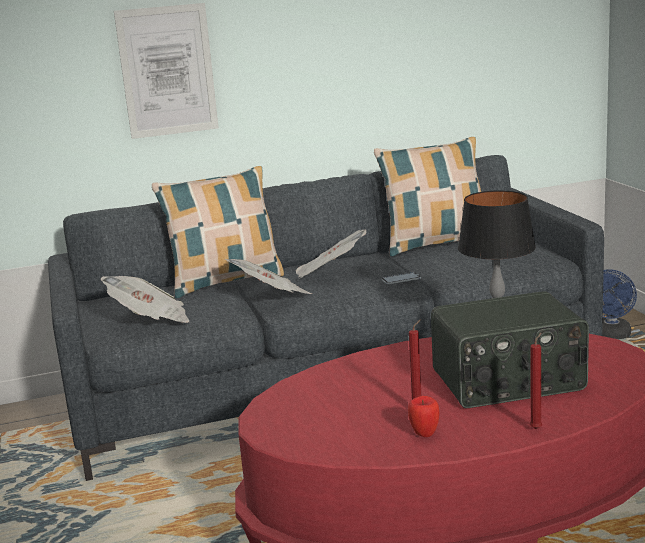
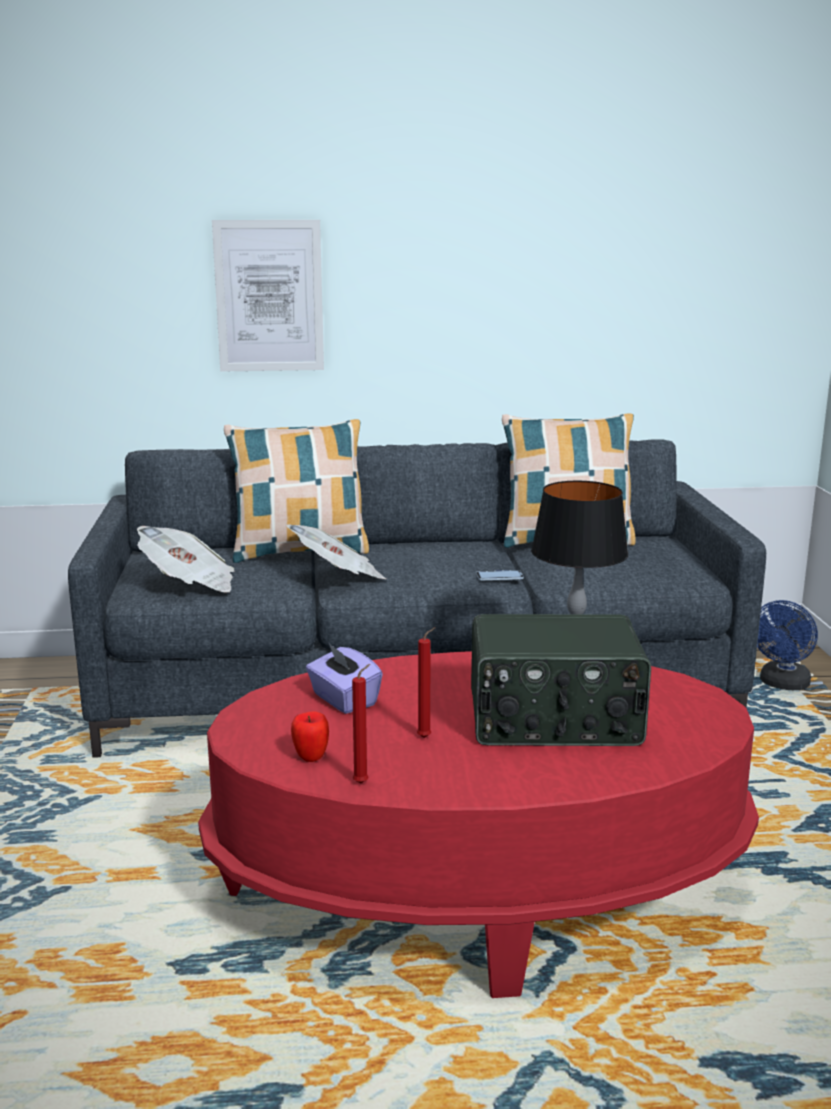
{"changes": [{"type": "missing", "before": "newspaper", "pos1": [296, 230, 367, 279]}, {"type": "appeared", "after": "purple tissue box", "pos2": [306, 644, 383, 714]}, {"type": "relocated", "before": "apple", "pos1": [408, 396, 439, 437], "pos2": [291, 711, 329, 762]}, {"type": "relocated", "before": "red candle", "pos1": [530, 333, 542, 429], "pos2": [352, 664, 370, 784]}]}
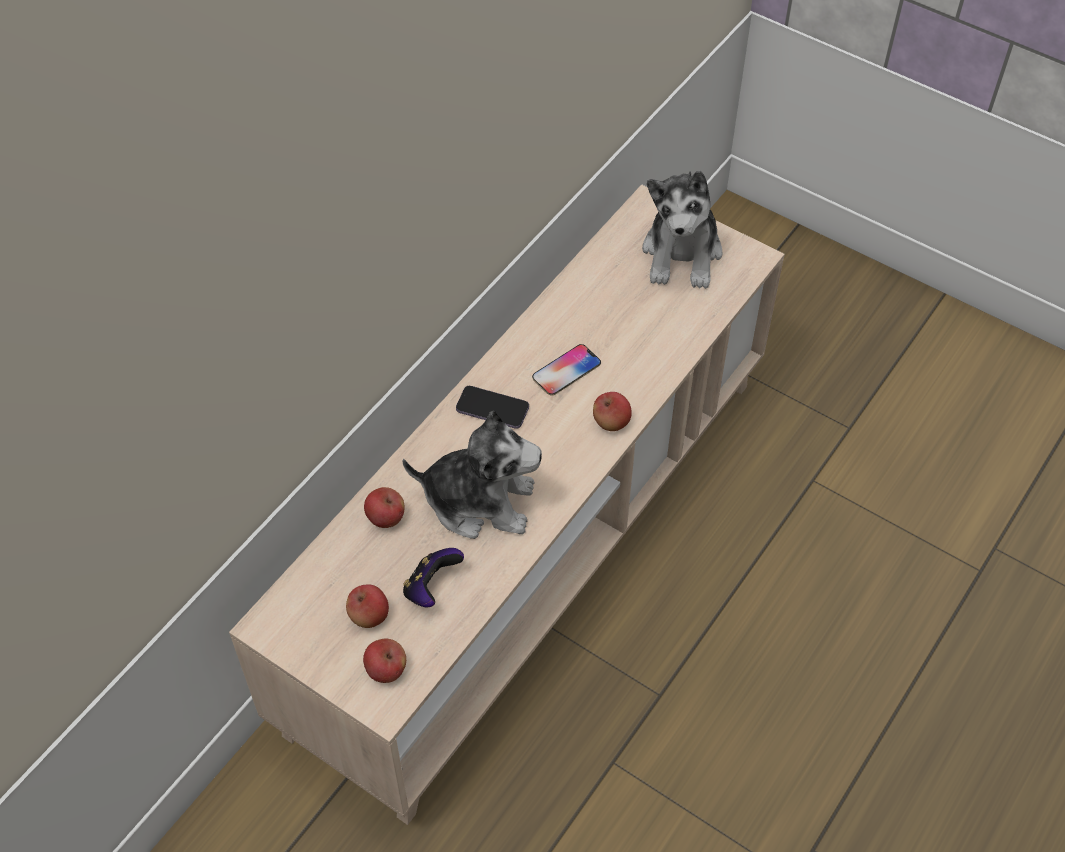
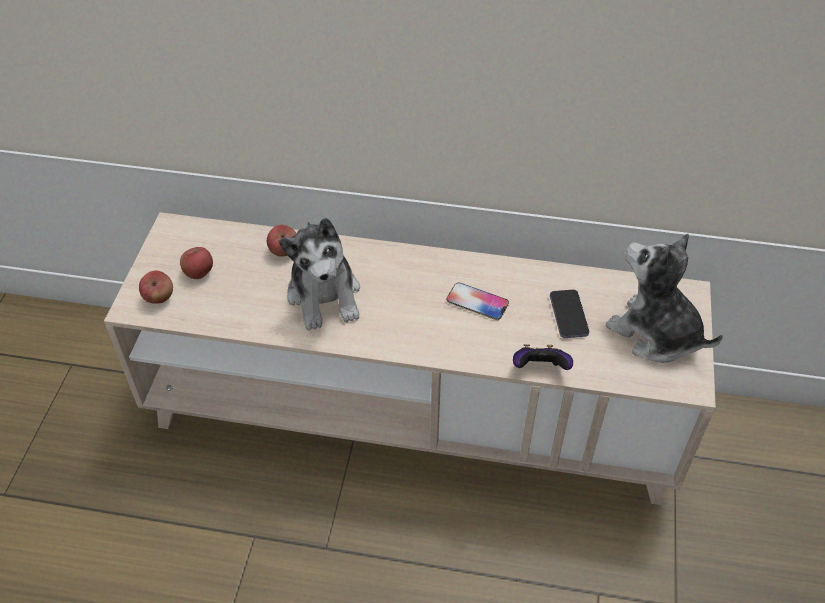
{"changes": [{"type": "missing", "before": "apple", "pos1": [593, 392, 632, 431]}, {"type": "relocated", "before": "game controller", "pos1": [403, 548, 464, 607], "pos2": [513, 344, 573, 370]}, {"type": "relocated", "before": "phone", "pos1": [456, 386, 529, 429], "pos2": [550, 290, 589, 338]}, {"type": "spun", "before": "plush toy", "pos1": [642, 171, 722, 289], "pos2": [606, 233, 723, 363], "turn": 60}]}
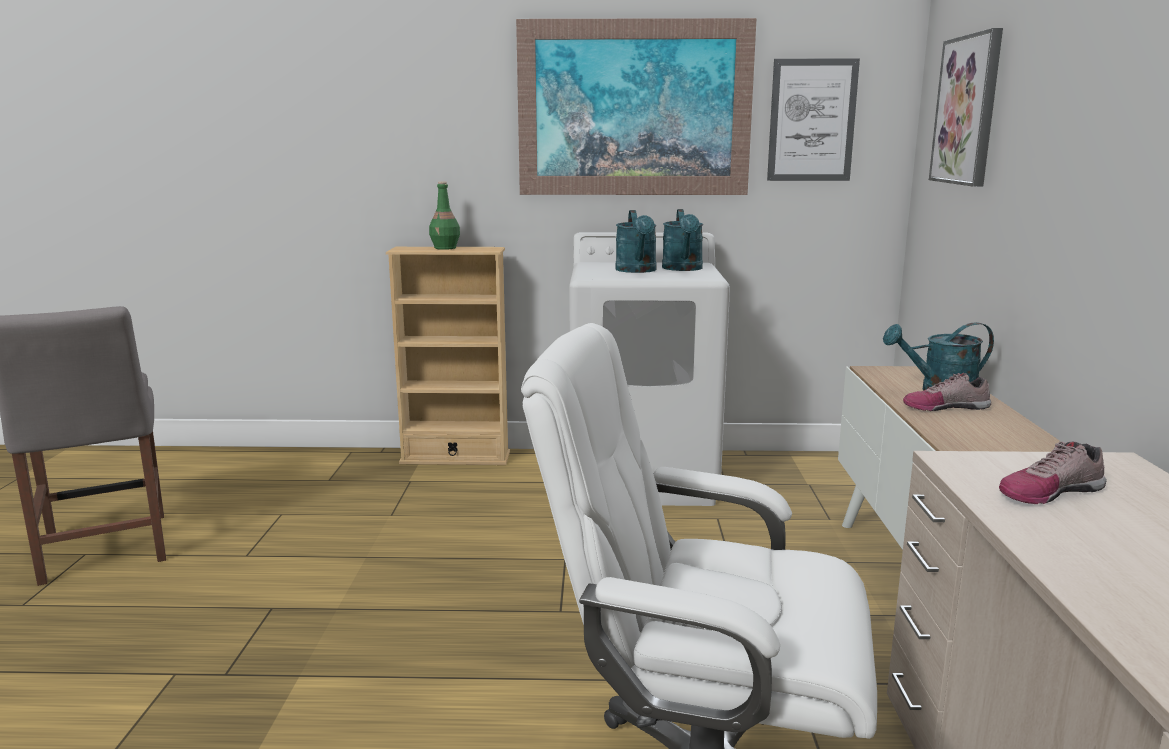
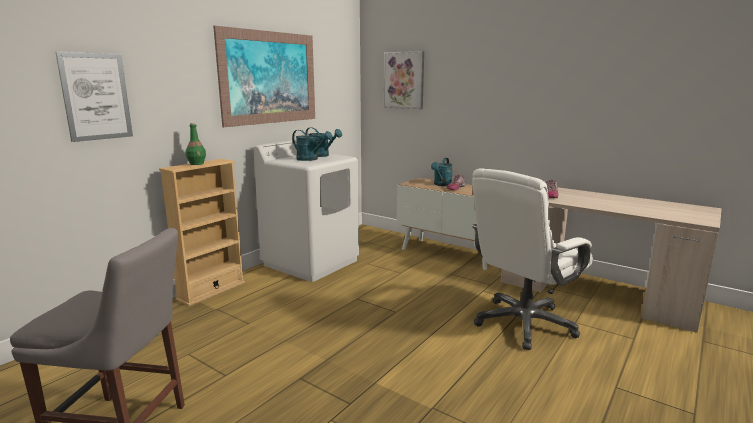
{"changes": [{"type": "relocated", "before": "picture", "pos1": [767, 59, 860, 181], "pos2": [55, 52, 133, 142]}]}
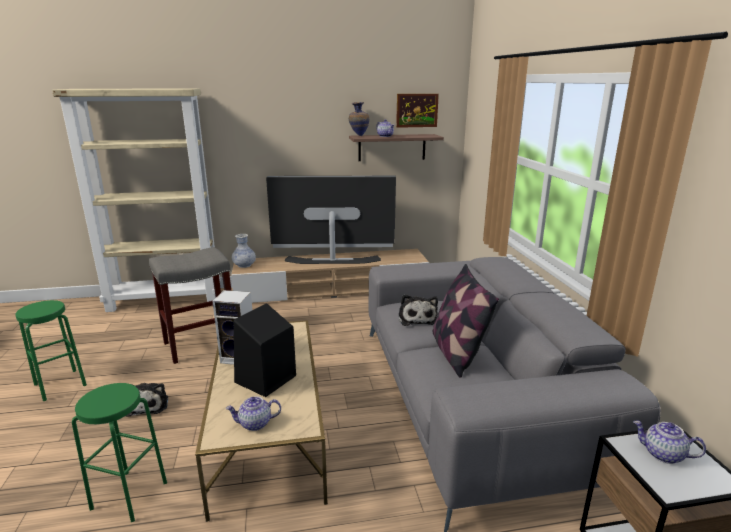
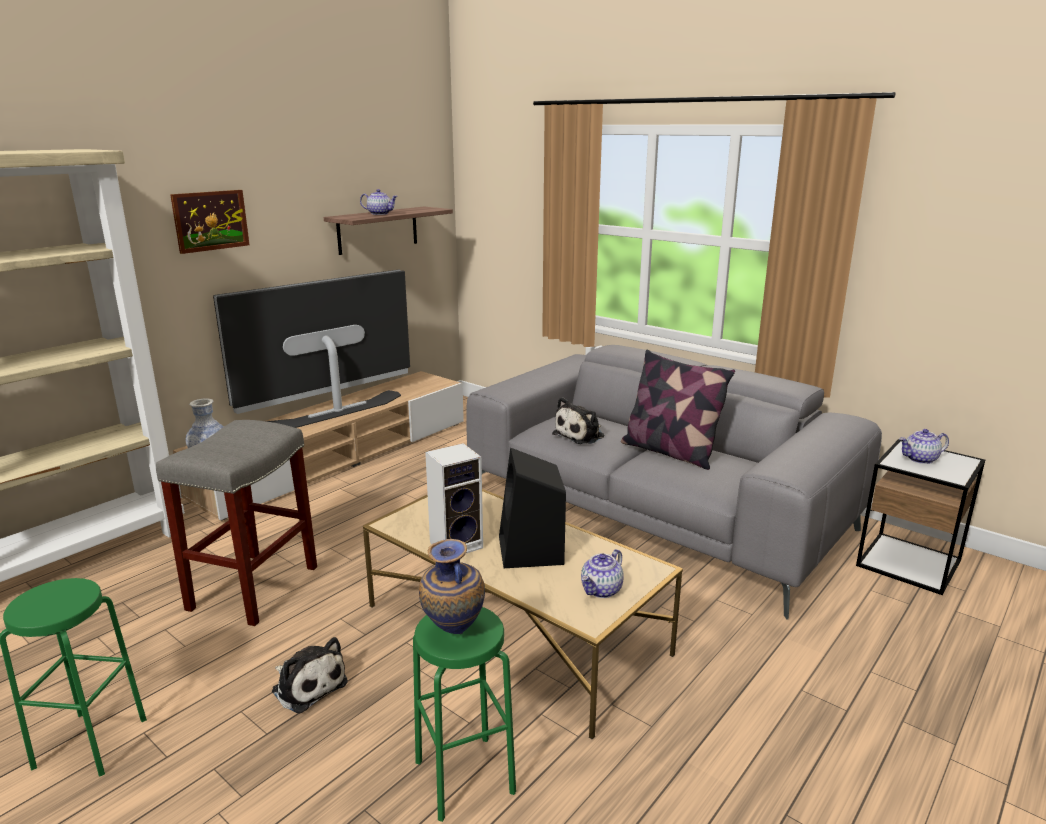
{"changes": [{"type": "relocated", "before": "vase", "pos1": [349, 102, 369, 136], "pos2": [419, 539, 485, 634]}, {"type": "relocated", "before": "picture", "pos1": [396, 94, 439, 128], "pos2": [170, 190, 250, 254]}, {"type": "spun", "before": "plush toy", "pos1": [399, 295, 438, 326], "pos2": [552, 397, 604, 444], "turn": 90}]}
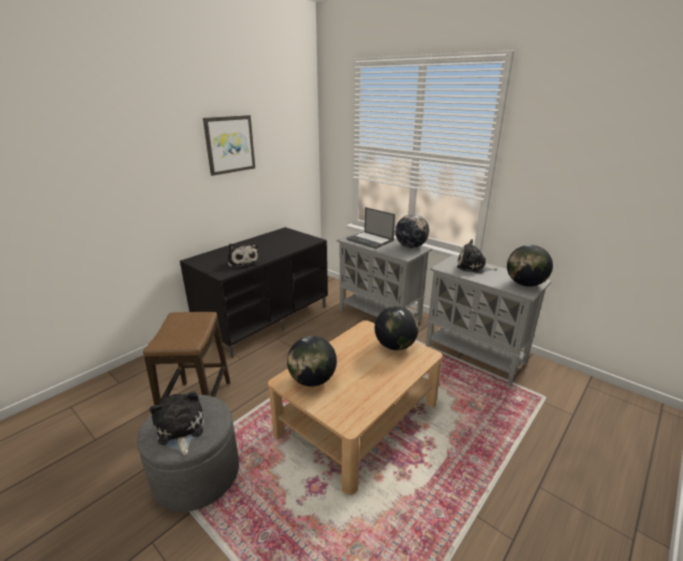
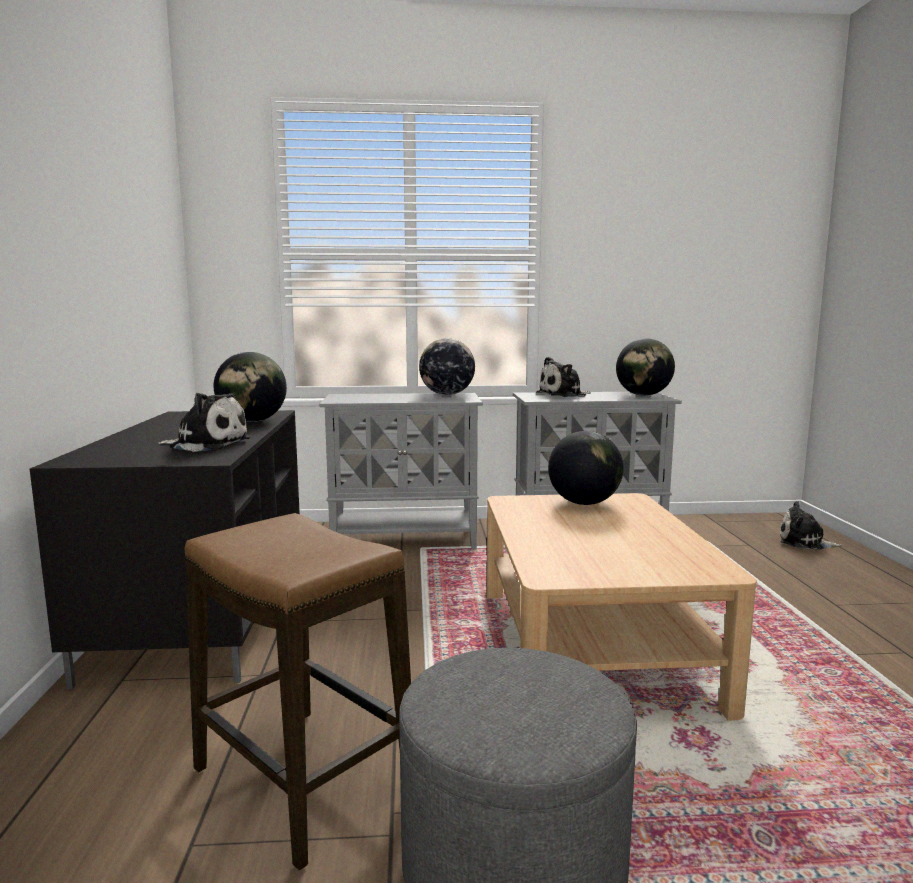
{"changes": [{"type": "missing", "before": "picture", "pos1": [203, 115, 255, 176]}, {"type": "missing", "before": "laptop", "pos1": [347, 207, 395, 249]}, {"type": "relocated", "before": "plush toy", "pos1": [149, 391, 204, 455], "pos2": [780, 501, 843, 550]}, {"type": "relocated", "before": "globe", "pos1": [287, 336, 337, 387], "pos2": [214, 352, 287, 422]}]}
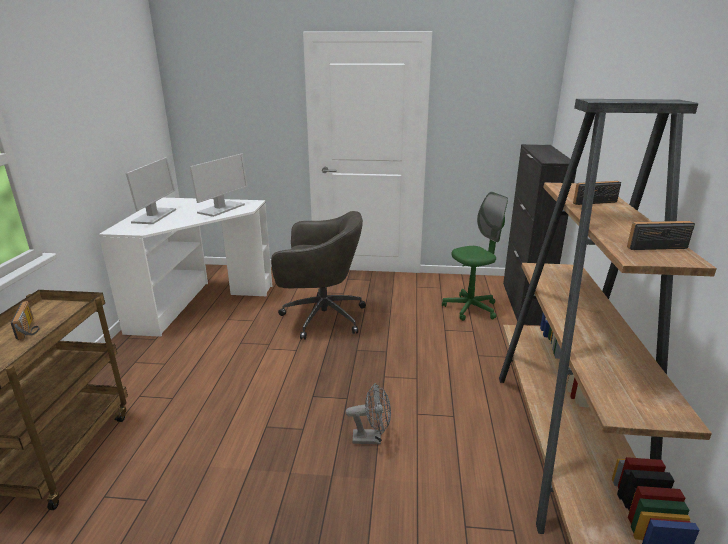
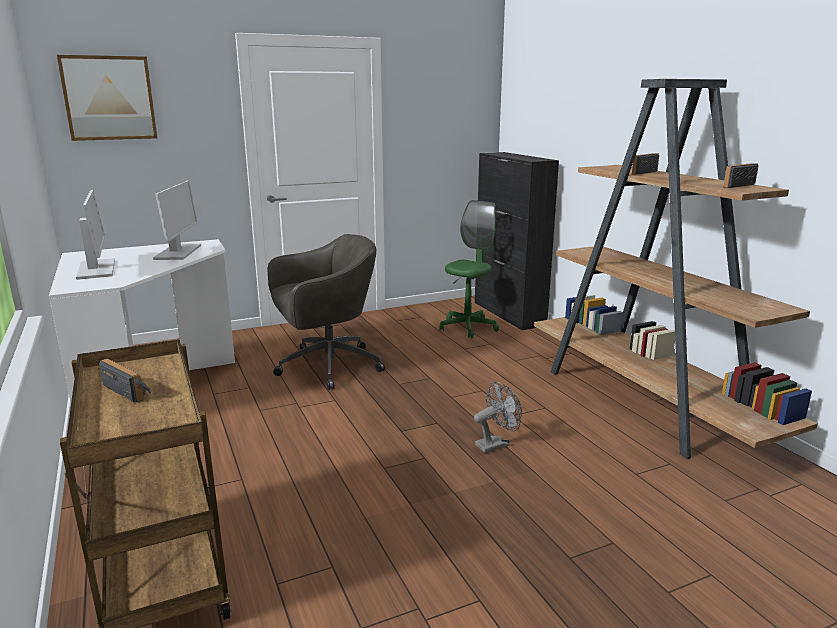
{"changes": [{"type": "appeared", "after": "picture", "pos2": [57, 55, 157, 141]}]}
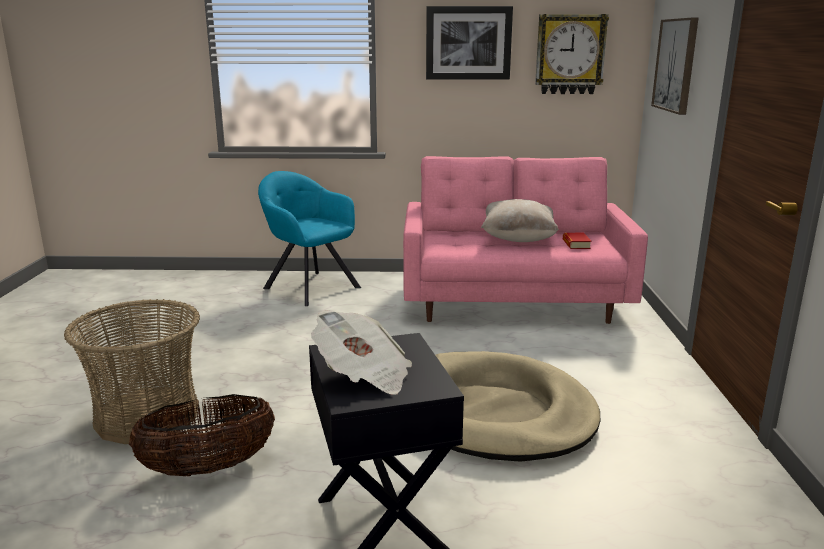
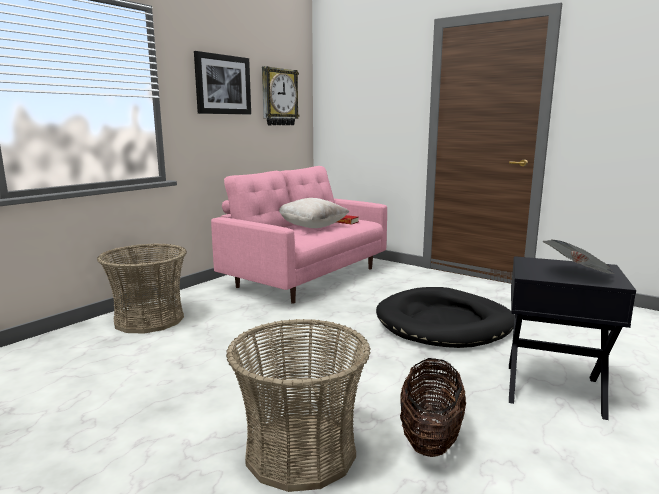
{"changes": [{"type": "missing", "before": "picture", "pos1": [651, 18, 698, 115]}, {"type": "exchanged", "before": "turquoise armchair", "after": "basket", "pos1": [258, 171, 361, 306], "pos2": [97, 243, 187, 334]}, {"type": "colour", "before": "beige dog bed", "after": "black dog bed", "pos1": [436, 351, 600, 461], "pos2": [376, 287, 514, 348]}]}
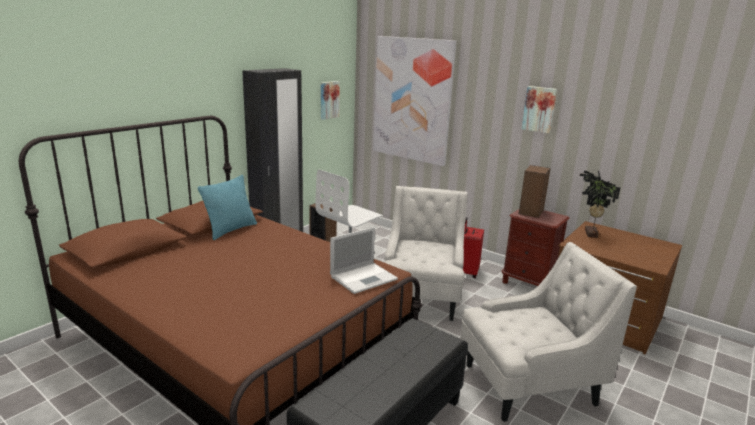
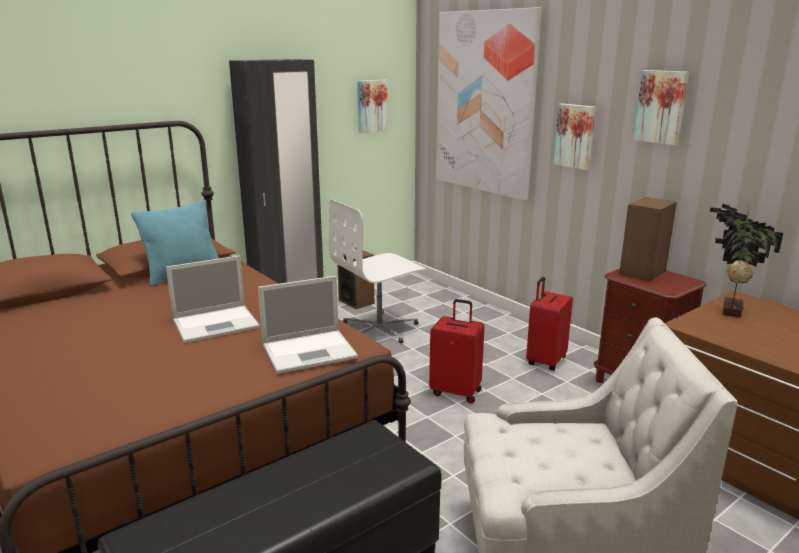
{"changes": [{"type": "appeared", "after": "laptop", "pos2": [166, 255, 260, 343]}, {"type": "appeared", "after": "picture", "pos2": [553, 104, 596, 170]}, {"type": "exchanged", "before": "white armchair", "after": "red suitcase", "pos1": [384, 186, 468, 321], "pos2": [429, 299, 485, 403]}]}
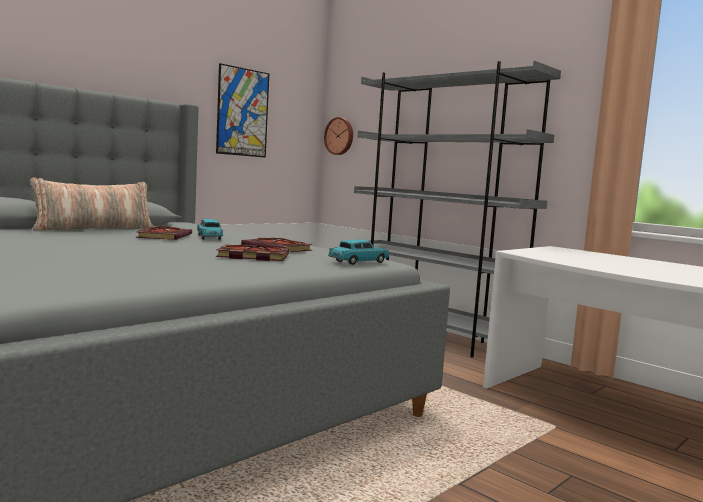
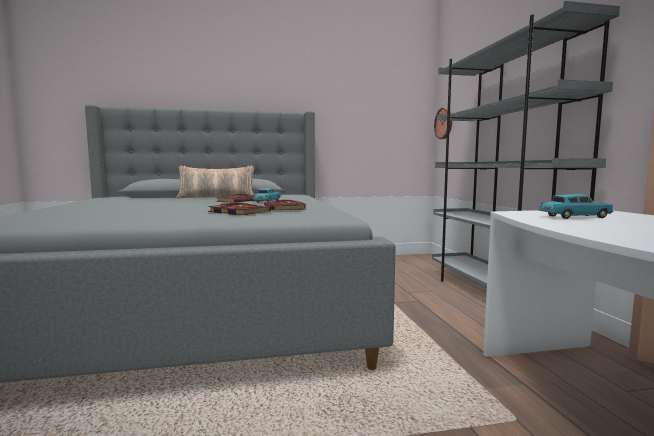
{"changes": [{"type": "missing", "before": "picture", "pos1": [216, 63, 269, 158]}, {"type": "relocated", "before": "turquoise toy car", "pos1": [328, 240, 389, 265], "pos2": [539, 194, 614, 219]}]}
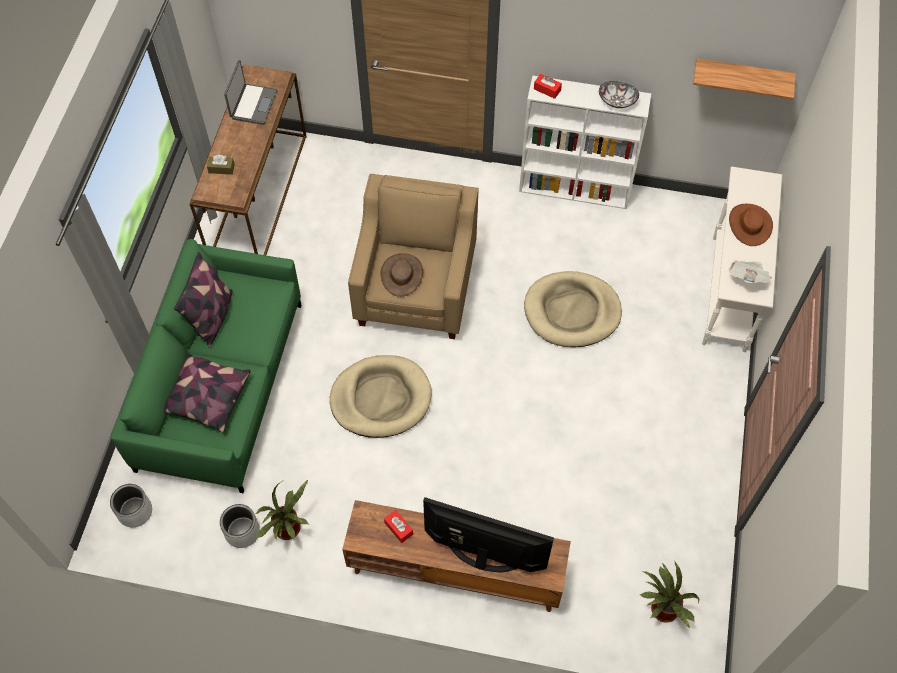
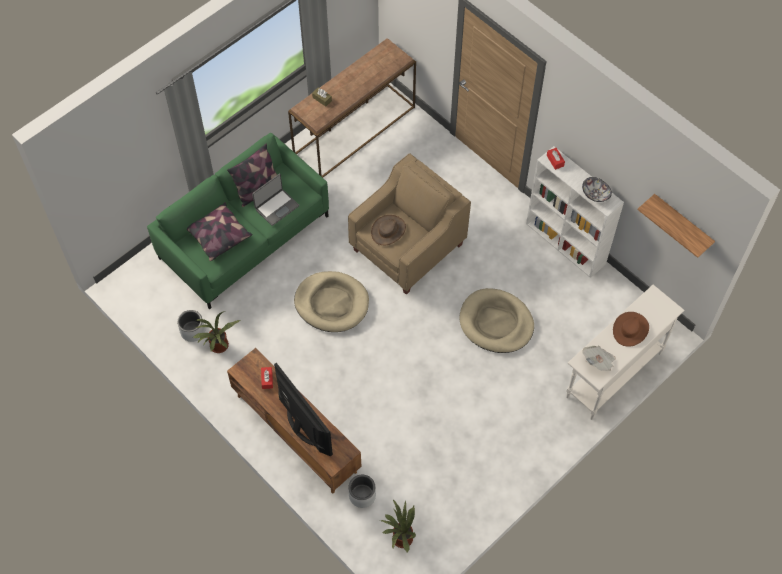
{"changes": [{"type": "relocated", "before": "grey planter", "pos1": [110, 484, 152, 528], "pos2": [348, 475, 376, 508]}, {"type": "relocated", "before": "laptop", "pos1": [224, 60, 278, 125], "pos2": [252, 173, 299, 226]}]}
